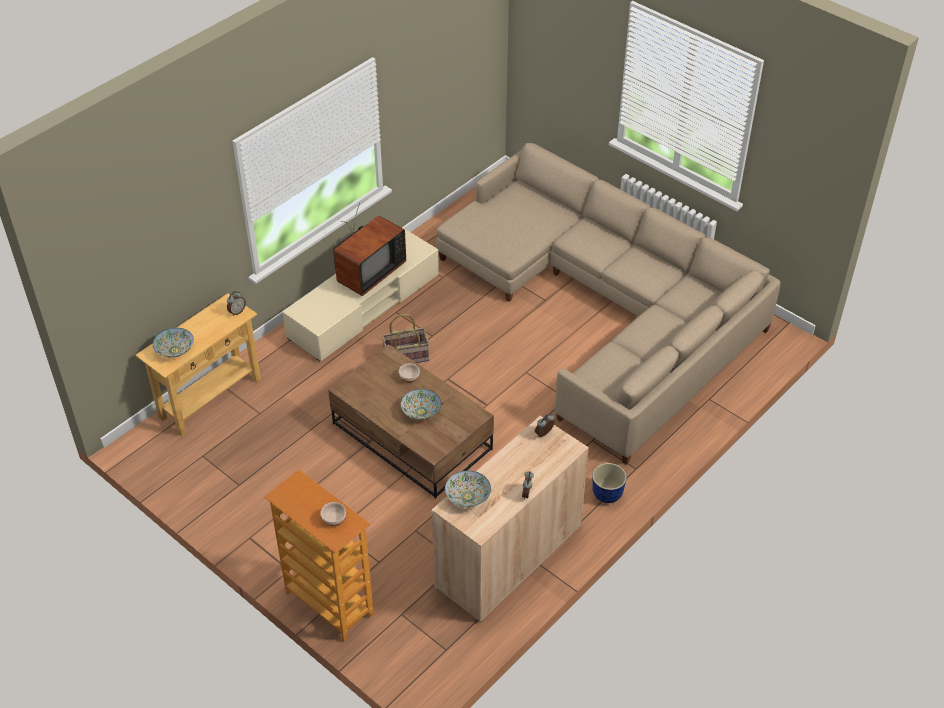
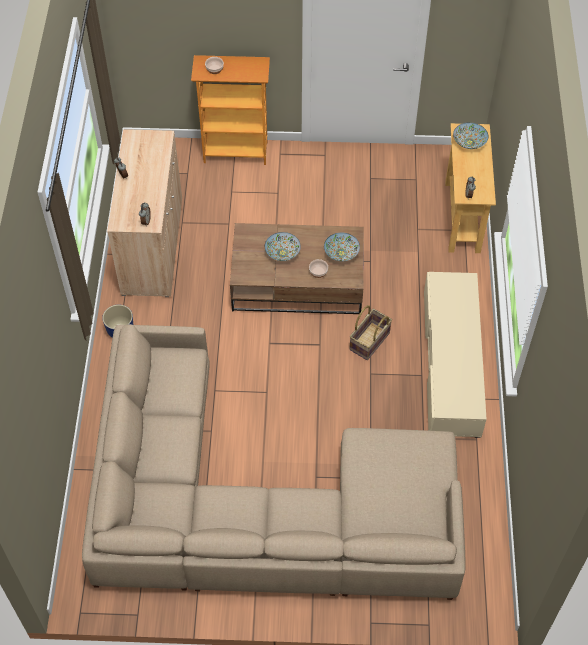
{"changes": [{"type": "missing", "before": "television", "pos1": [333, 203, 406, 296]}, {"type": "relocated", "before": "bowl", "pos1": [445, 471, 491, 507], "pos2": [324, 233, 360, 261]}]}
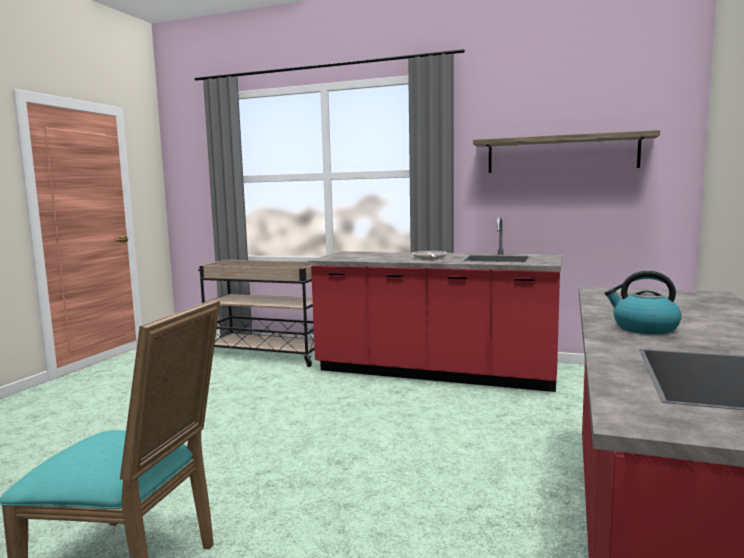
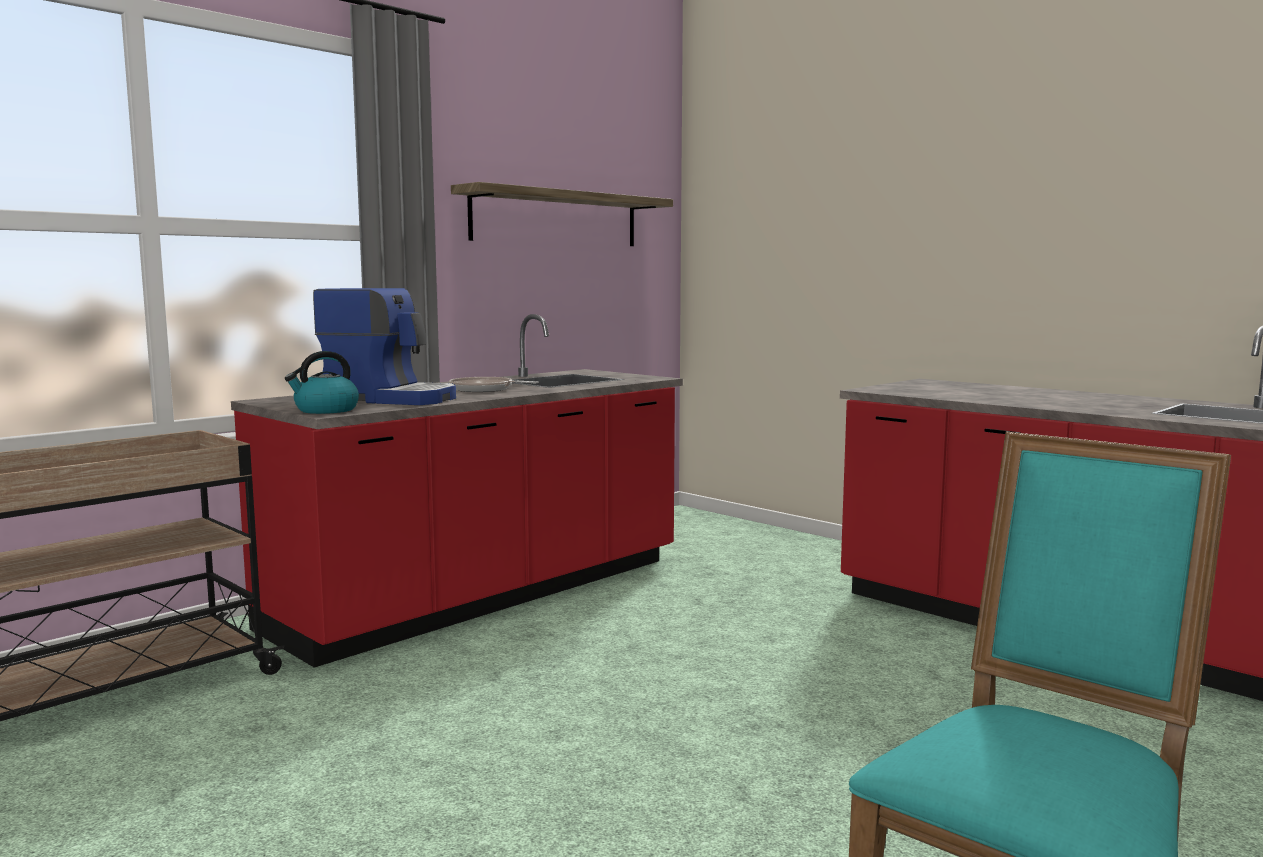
{"changes": [{"type": "appeared", "after": "coffee machine", "pos2": [313, 288, 456, 405]}, {"type": "relocated", "before": "kettle", "pos1": [605, 271, 682, 334], "pos2": [285, 351, 359, 414]}]}
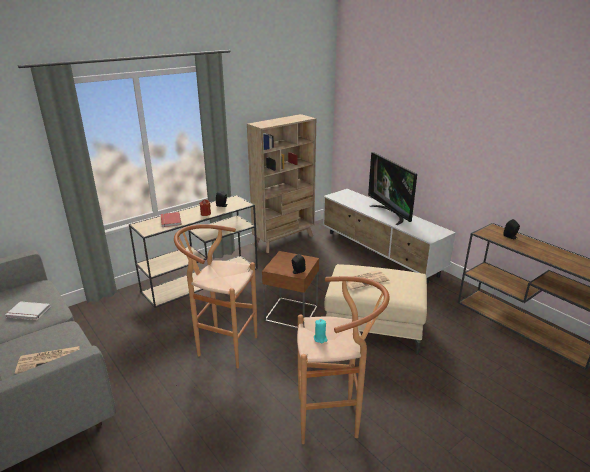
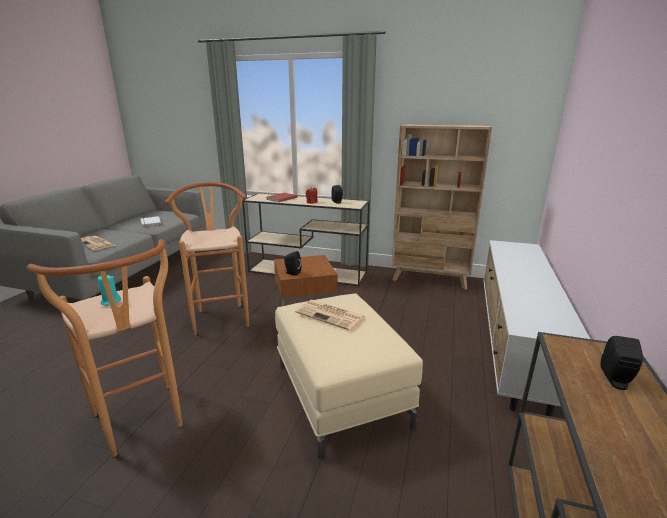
{"changes": [{"type": "missing", "before": "television", "pos1": [368, 152, 417, 225]}]}
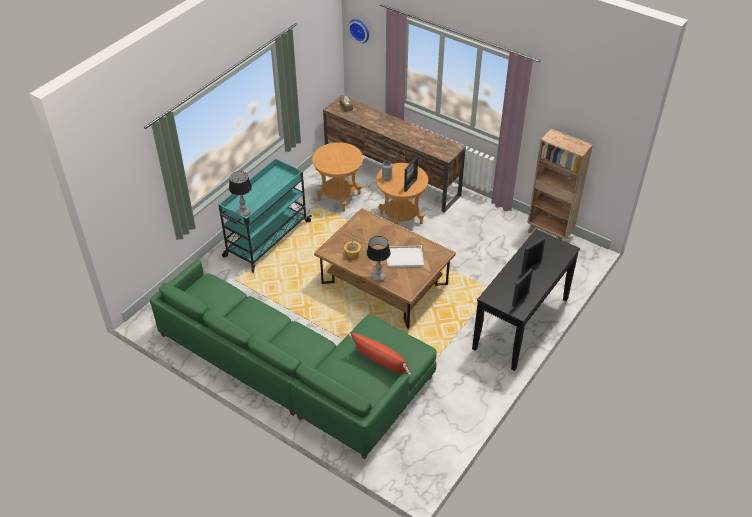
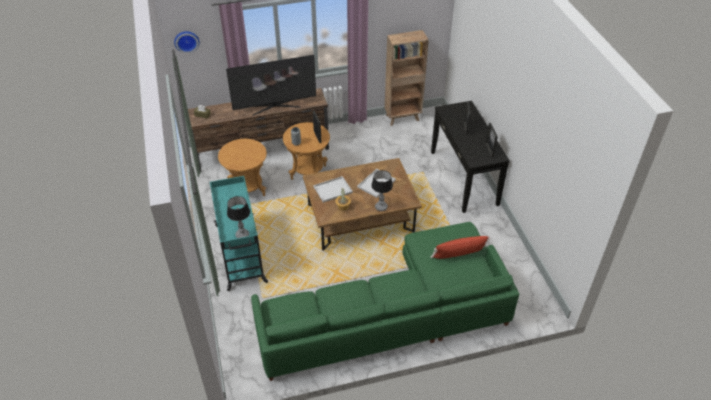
{"changes": [{"type": "appeared", "after": "television", "pos2": [226, 55, 316, 116]}, {"type": "appeared", "after": "white tray", "pos2": [313, 176, 353, 203]}]}
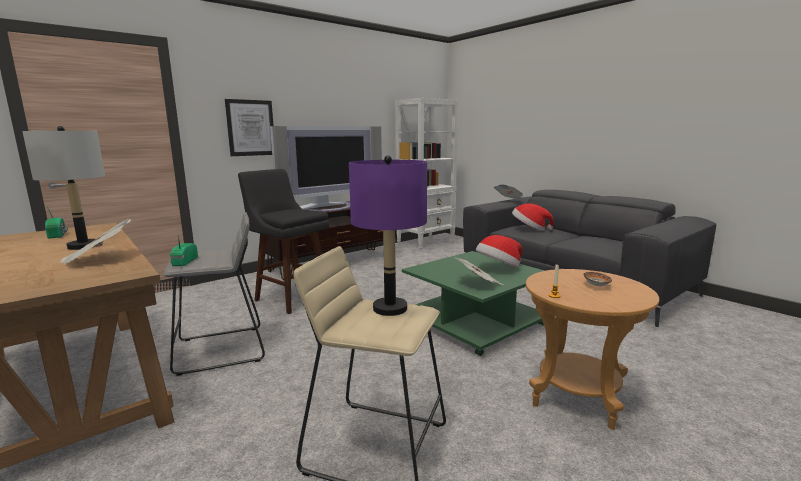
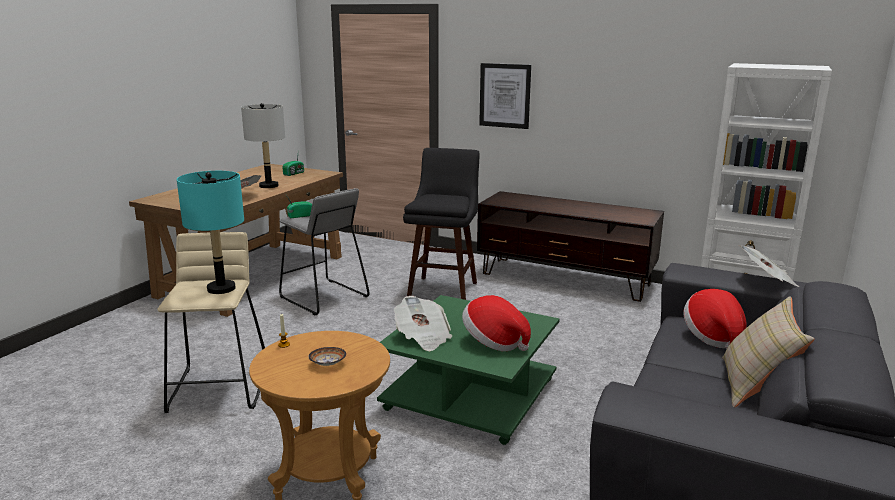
{"changes": [{"type": "missing", "before": "television", "pos1": [270, 126, 382, 212]}, {"type": "appeared", "after": "beige pillow", "pos2": [722, 296, 815, 407]}, {"type": "colour", "before": "purple table lamp", "after": "turquoise table lamp", "pos1": [349, 155, 427, 316], "pos2": [177, 171, 244, 294]}]}
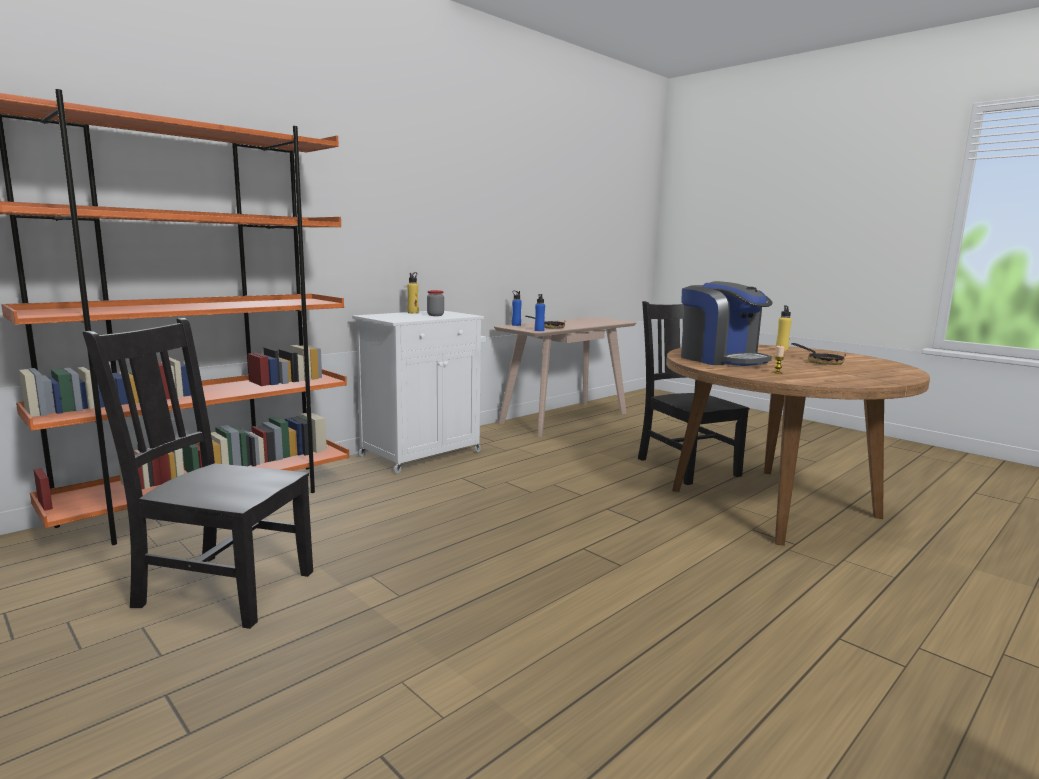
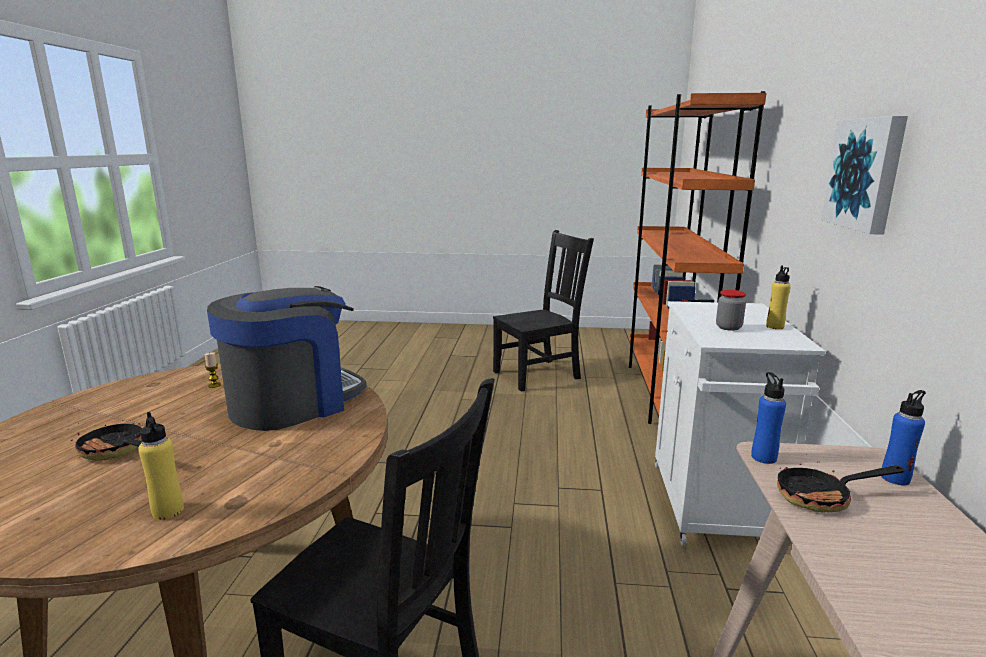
{"changes": [{"type": "appeared", "after": "picture", "pos2": [821, 116, 908, 234]}, {"type": "spun", "before": "coffee machine", "pos1": [681, 281, 773, 366], "pos2": [207, 286, 367, 431], "turn": 120}]}
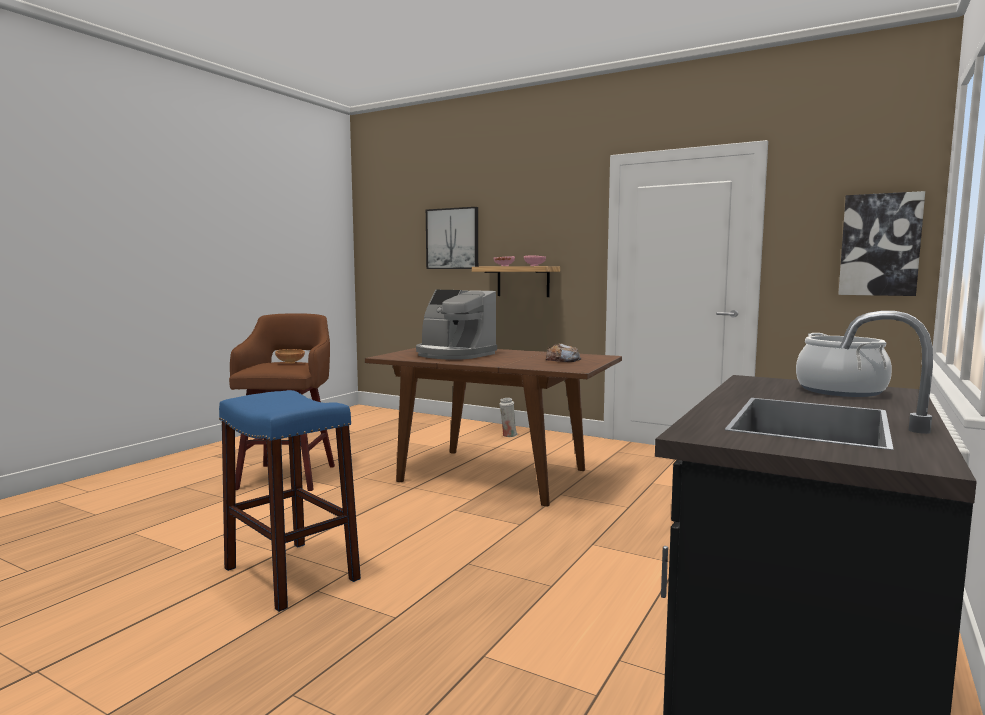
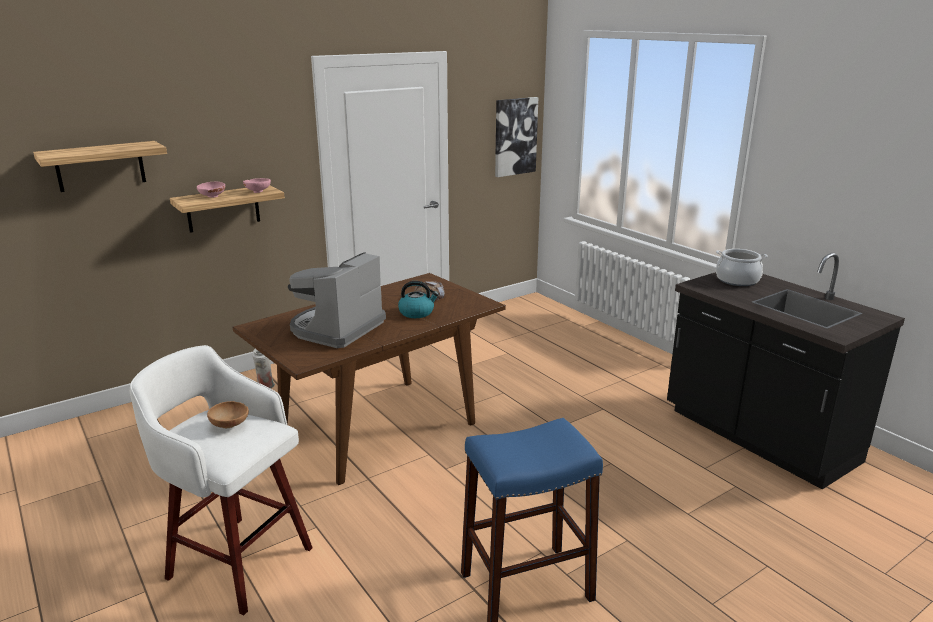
{"changes": [{"type": "appeared", "after": "kettle", "pos2": [398, 281, 439, 318]}, {"type": "exchanged", "before": "picture", "after": "shelf", "pos1": [426, 207, 478, 269], "pos2": [33, 141, 167, 192]}, {"type": "colour", "before": "brown stool", "after": "white stool", "pos1": [229, 313, 335, 491], "pos2": [130, 345, 313, 615]}, {"type": "spun", "before": "coffee machine", "pos1": [416, 290, 497, 360], "pos2": [288, 252, 386, 348], "turn": 150}]}
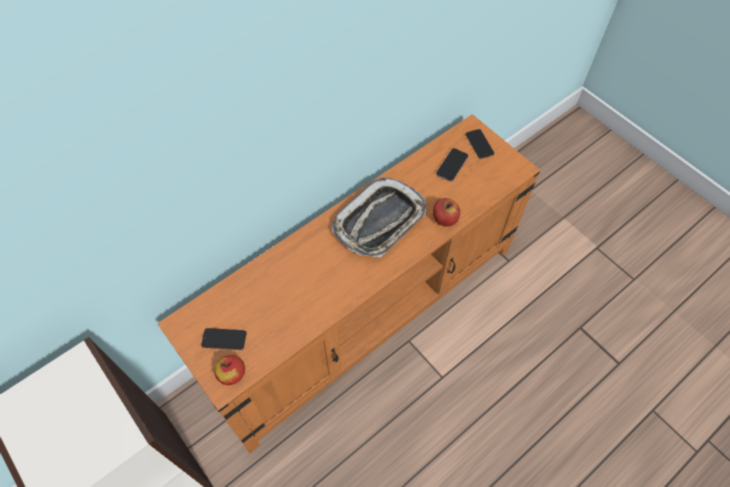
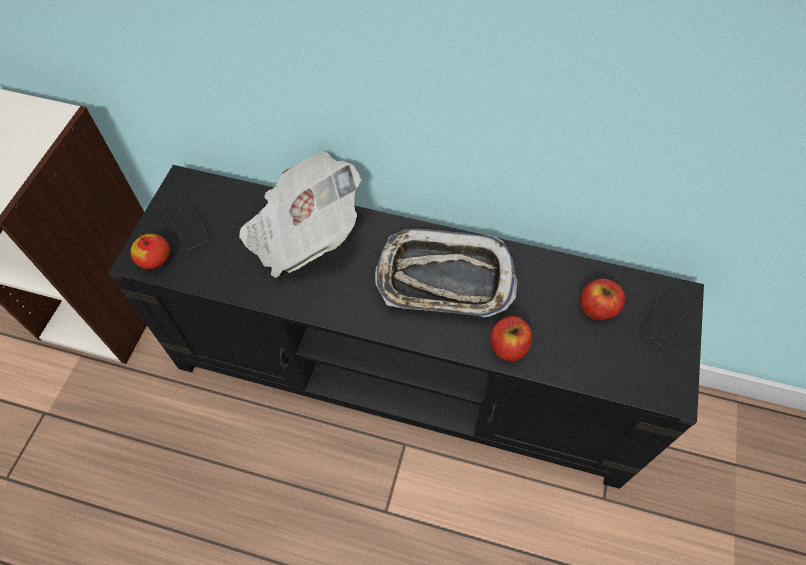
{"changes": [{"type": "appeared", "after": "newspaper", "pos2": [239, 152, 361, 278]}, {"type": "exchanged", "before": "phone", "after": "apple", "pos1": [436, 148, 468, 181], "pos2": [580, 279, 625, 320]}, {"type": "colour", "before": "orange tv stand", "after": "black tv stand", "pos1": [157, 114, 540, 453], "pos2": [108, 165, 704, 489]}]}
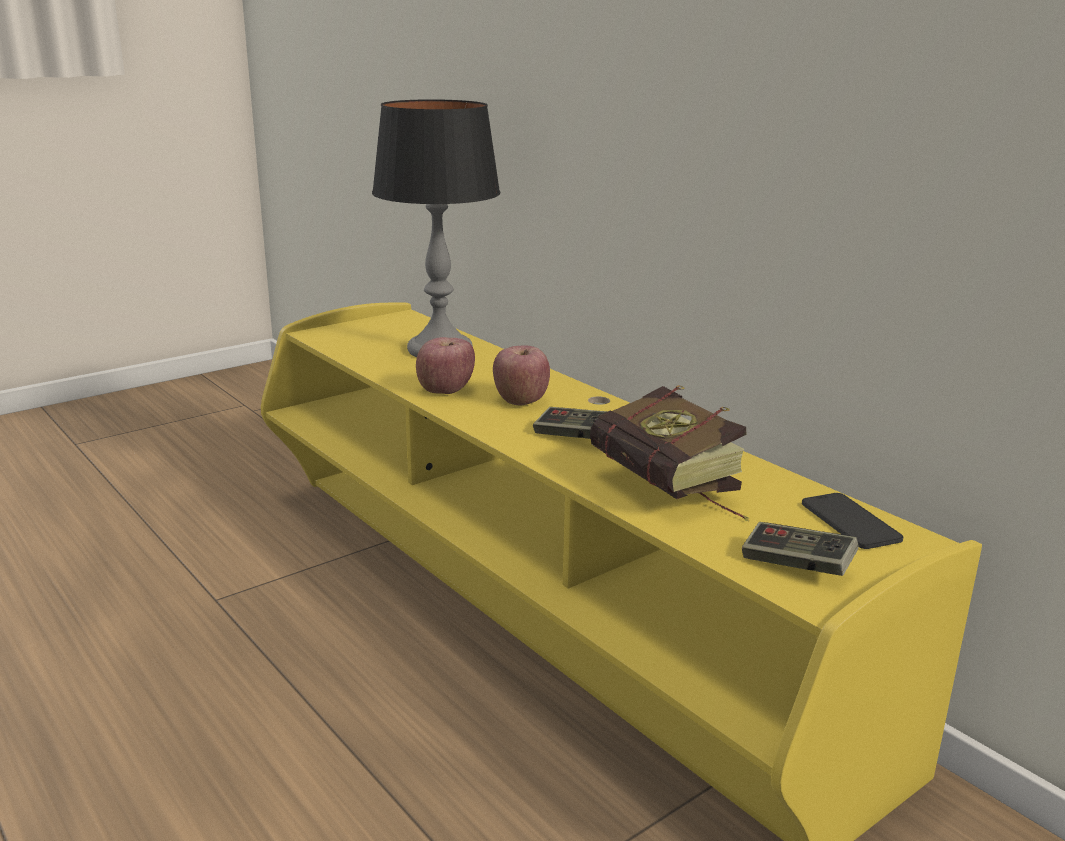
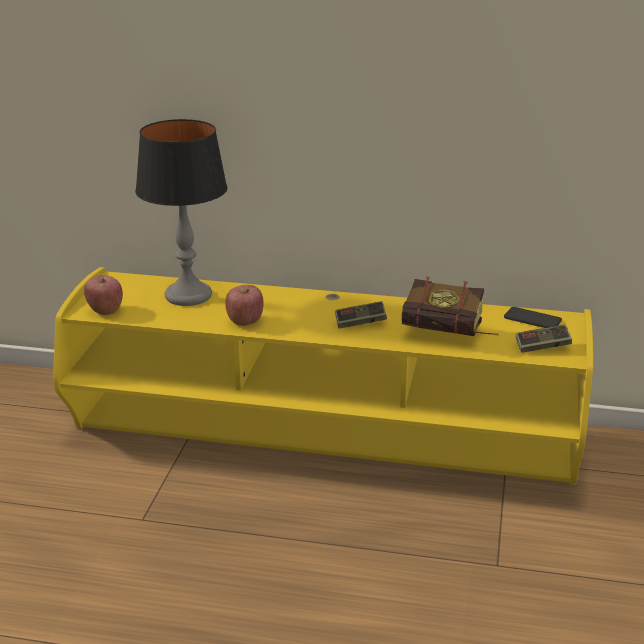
{"changes": [{"type": "relocated", "before": "apple", "pos1": [493, 345, 550, 405], "pos2": [84, 275, 123, 315]}]}
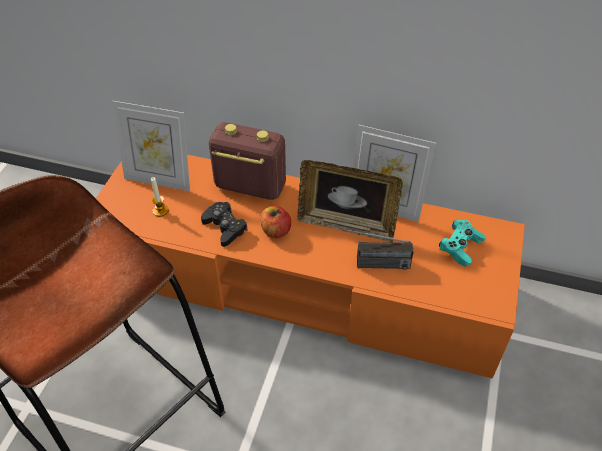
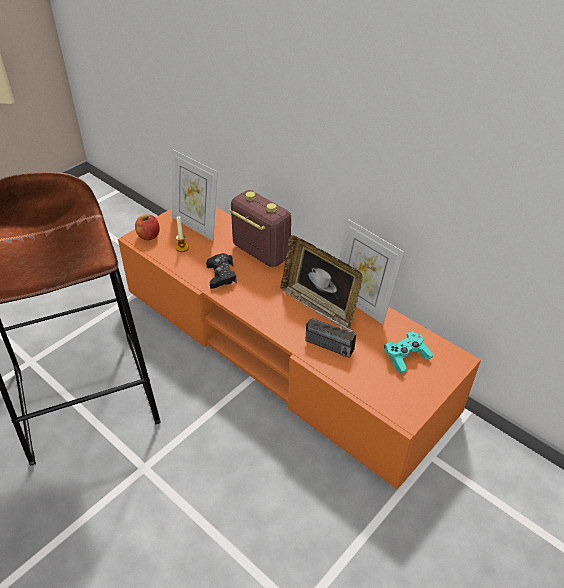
{"changes": [{"type": "relocated", "before": "apple", "pos1": [260, 206, 291, 238], "pos2": [135, 214, 160, 240]}]}
